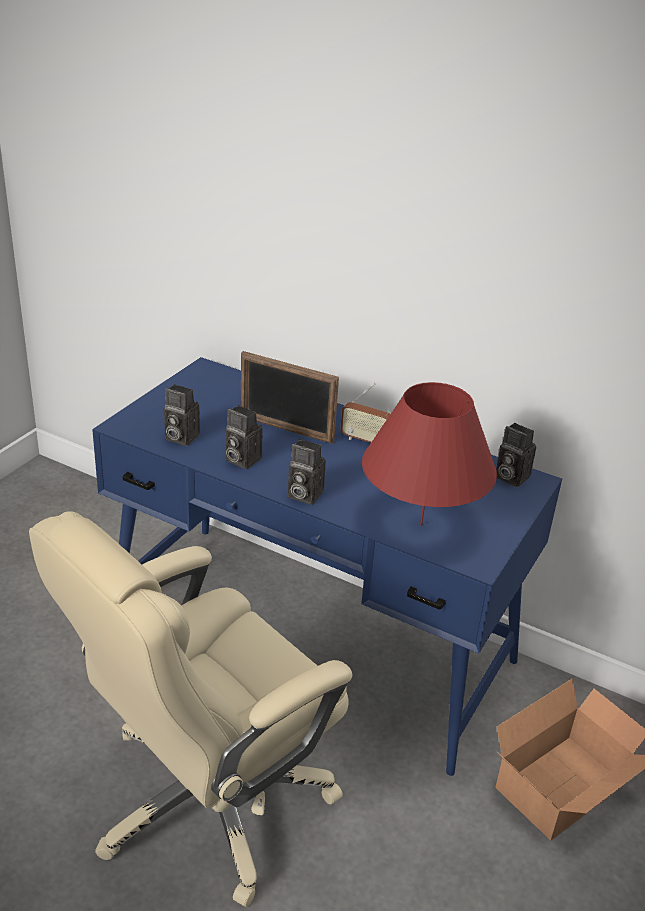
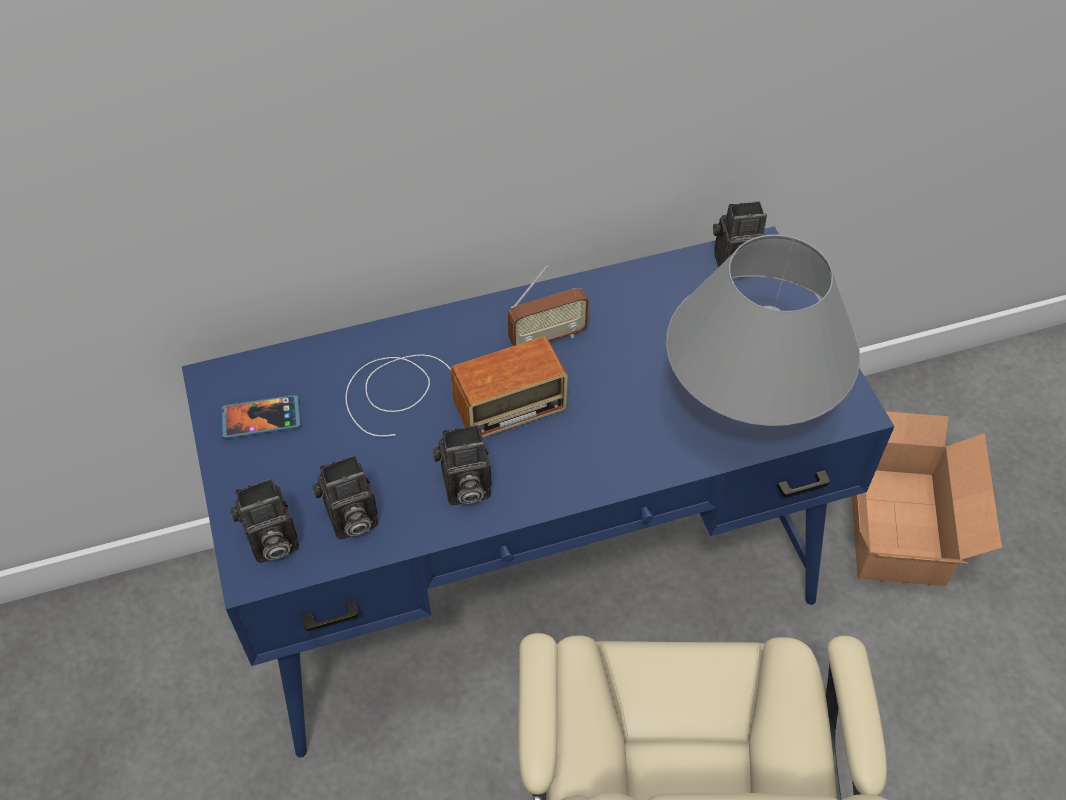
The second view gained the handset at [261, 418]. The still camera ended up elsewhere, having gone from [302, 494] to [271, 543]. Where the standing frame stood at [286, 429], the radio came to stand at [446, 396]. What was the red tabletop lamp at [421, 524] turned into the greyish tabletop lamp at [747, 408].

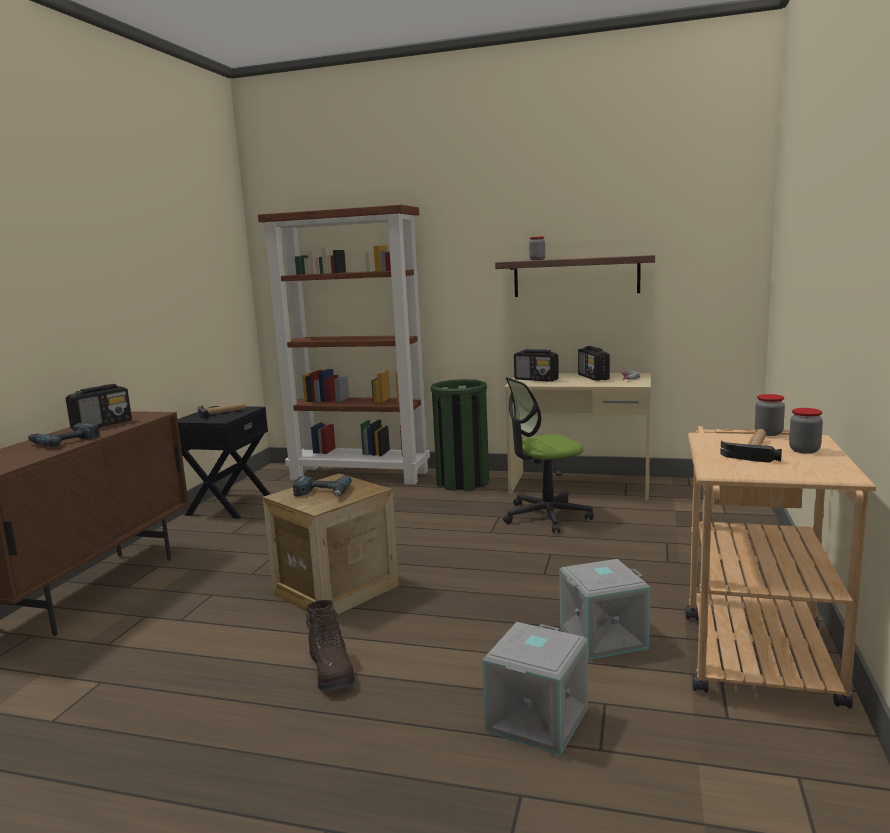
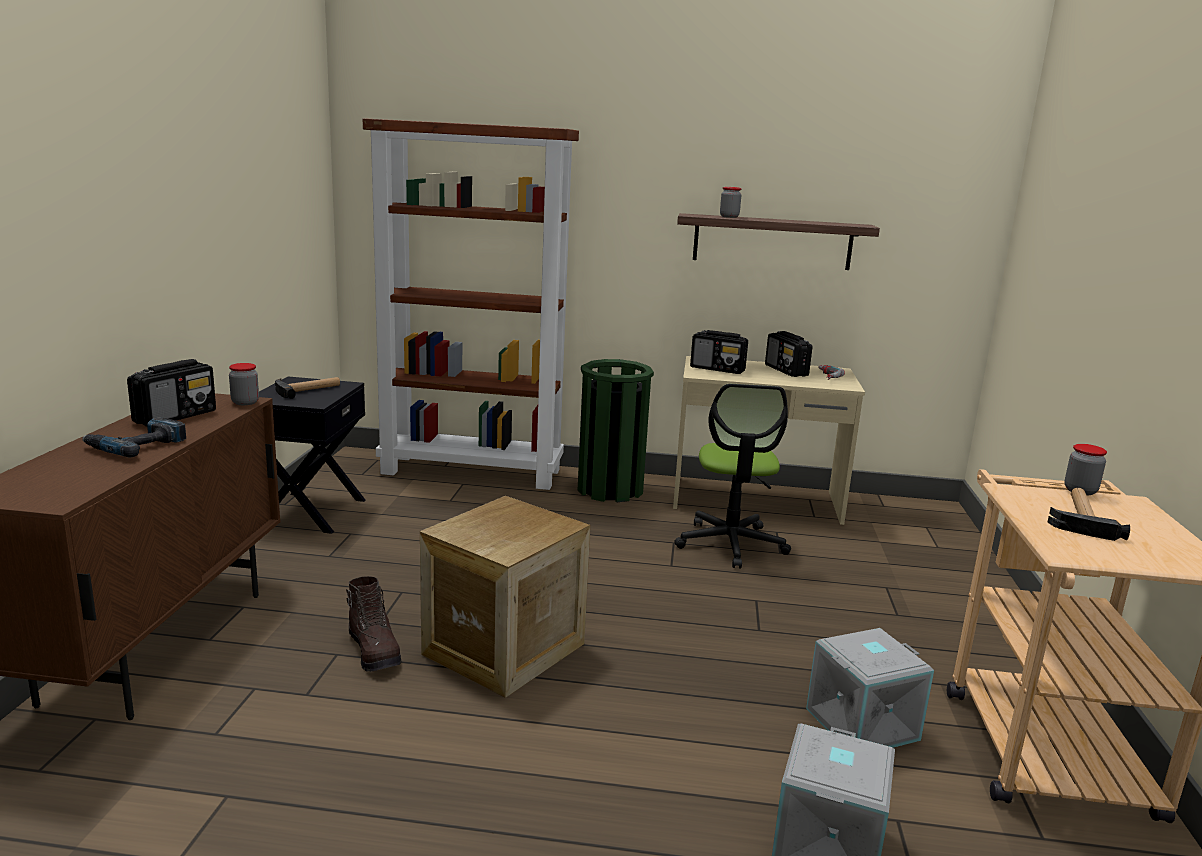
The storage jar ended up elsewhere, having gone from [804, 450] to [245, 402]. The brownish tall boot ended up elsewhere, having gone from [331, 672] to [374, 651]. The office chair at [546, 516] ended up facing another way, 60 degrees counterclockwise from before. The second view lost the power drill at [322, 493].

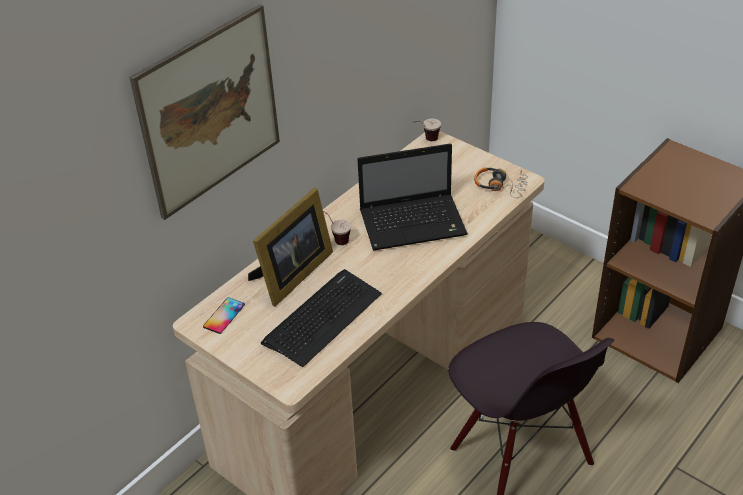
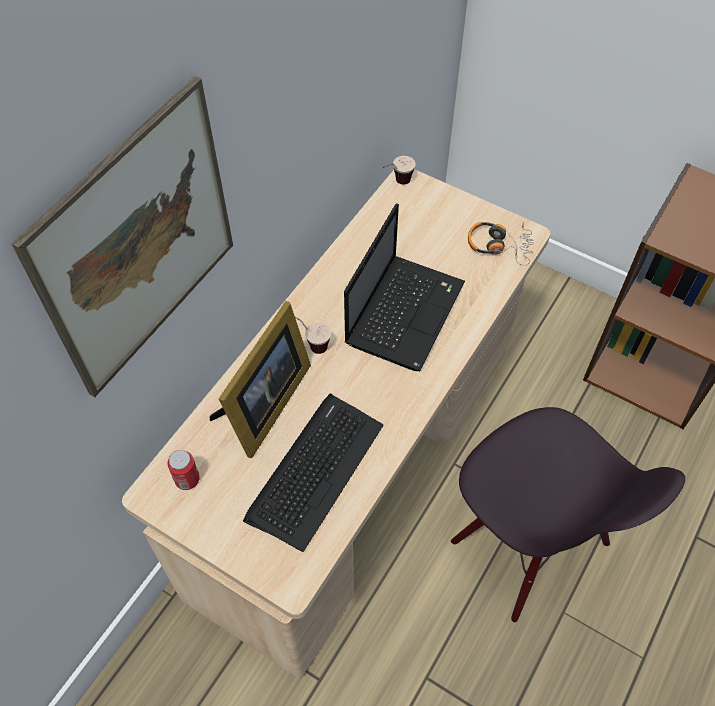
Where the handset stood at [224, 315], the sealed can came to stand at [187, 479]. The portable computer at [414, 223] ended up facing another way, 45 degrees counterclockwise from before.

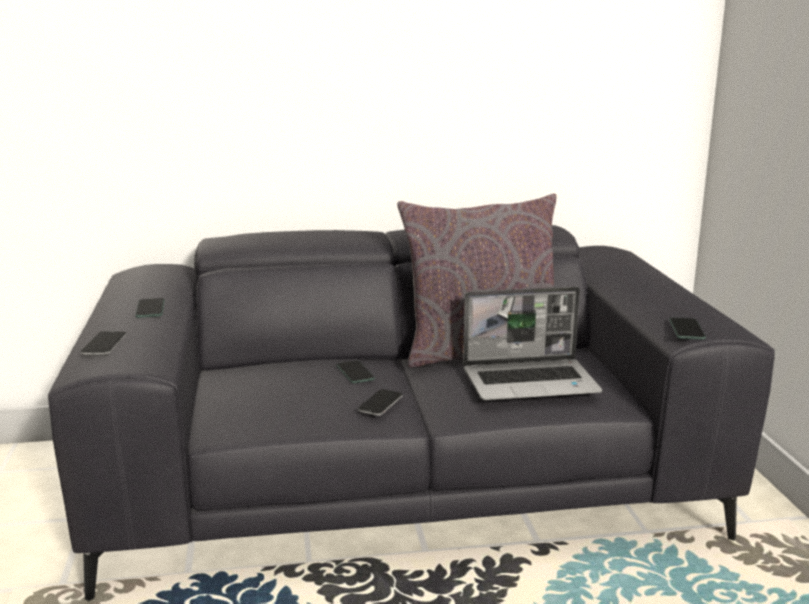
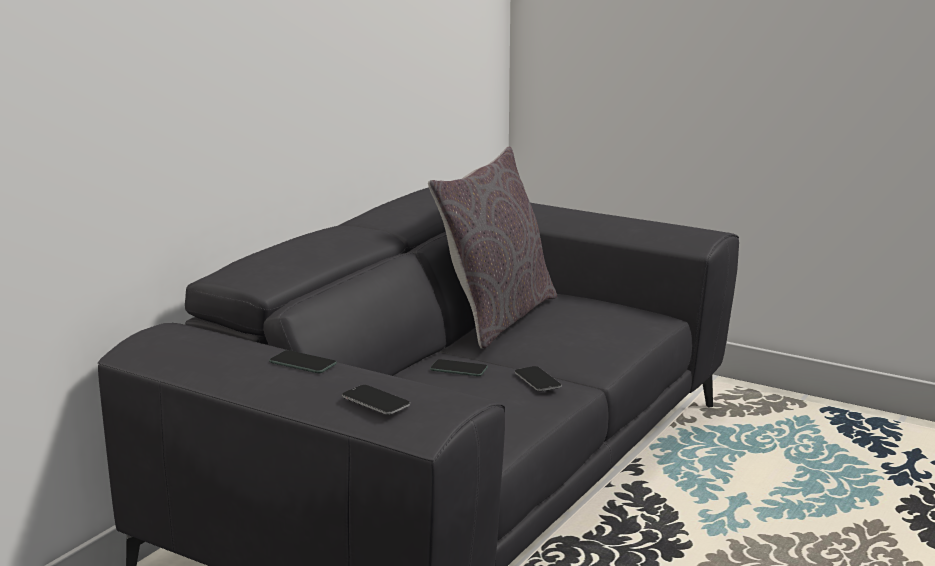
The second view lost the portable computer at [531, 382]. The second view lost the handset at [686, 329].

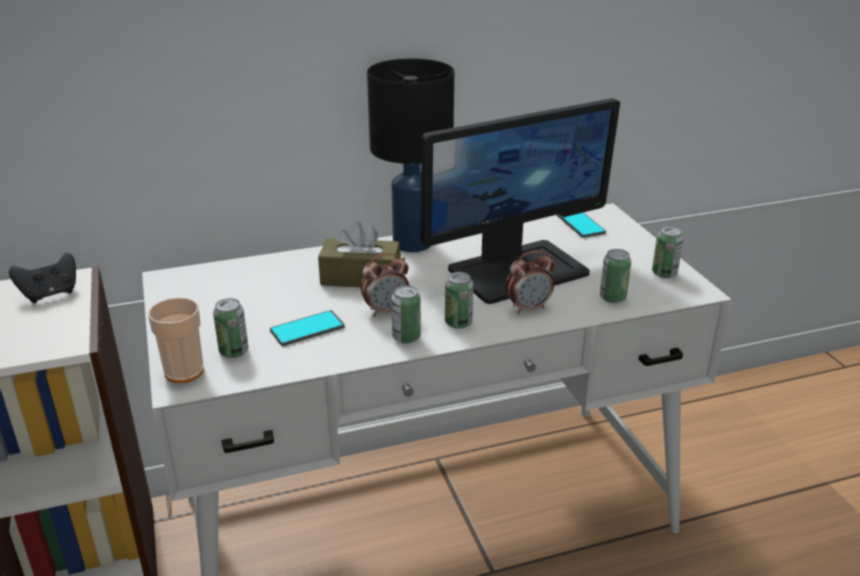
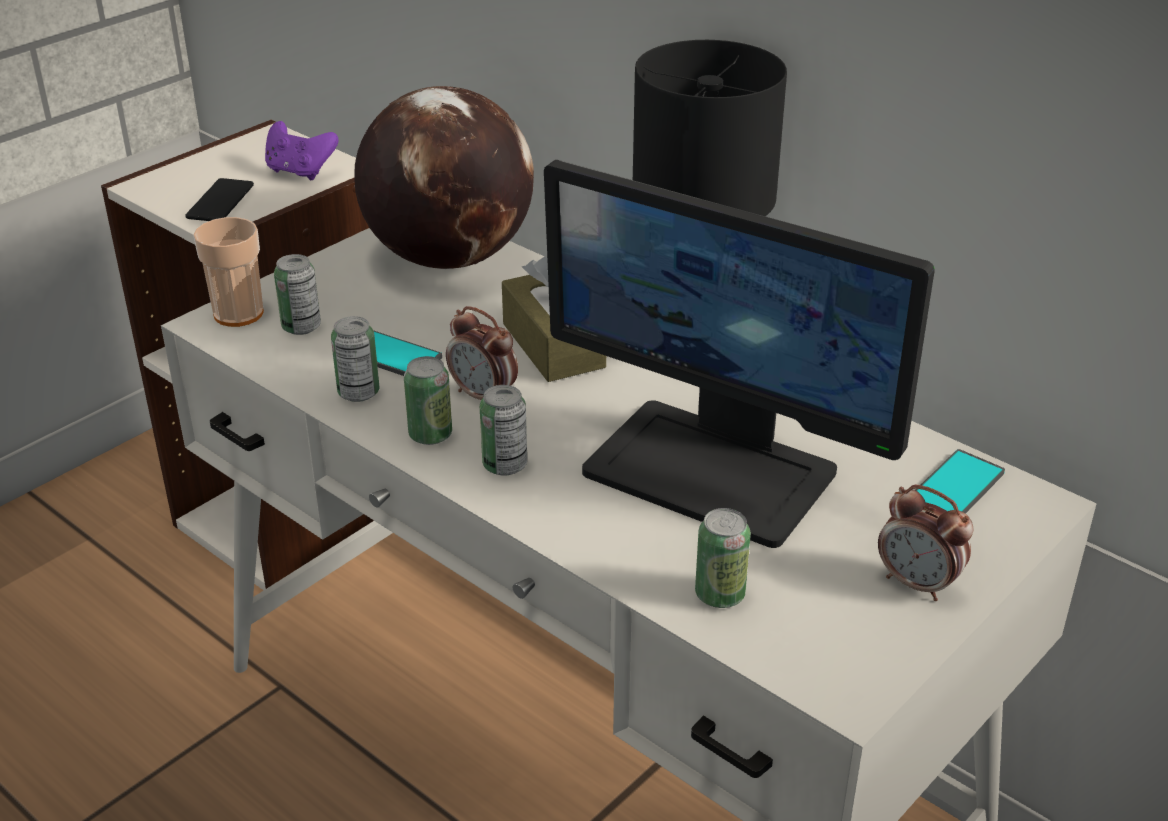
The second view gained the handset at [220, 202]. What was the black gamepad at [50, 294] turned into the purple gamepad at [300, 172]. The sealed can ended up elsewhere, having gone from [664, 273] to [358, 392]. The second view gained the desk globe at [448, 258]. The table clock ended up elsewhere, having gone from [528, 308] to [918, 584].

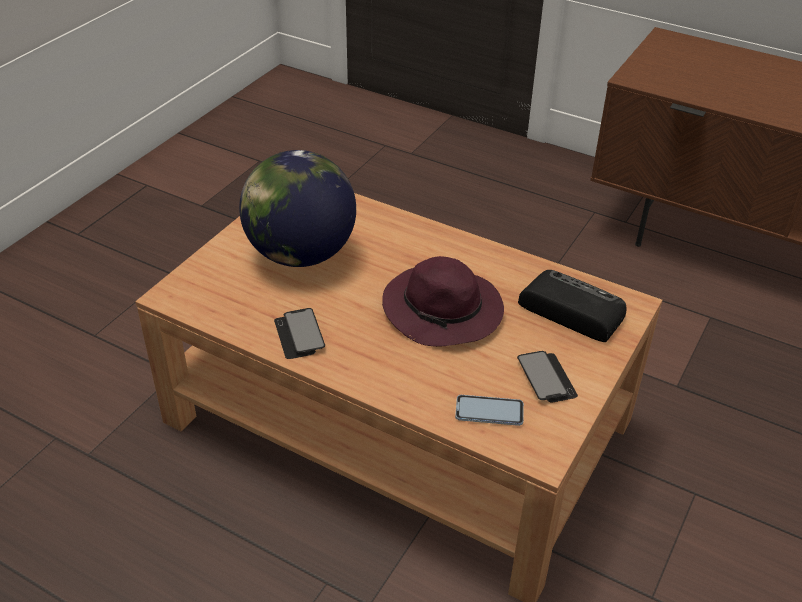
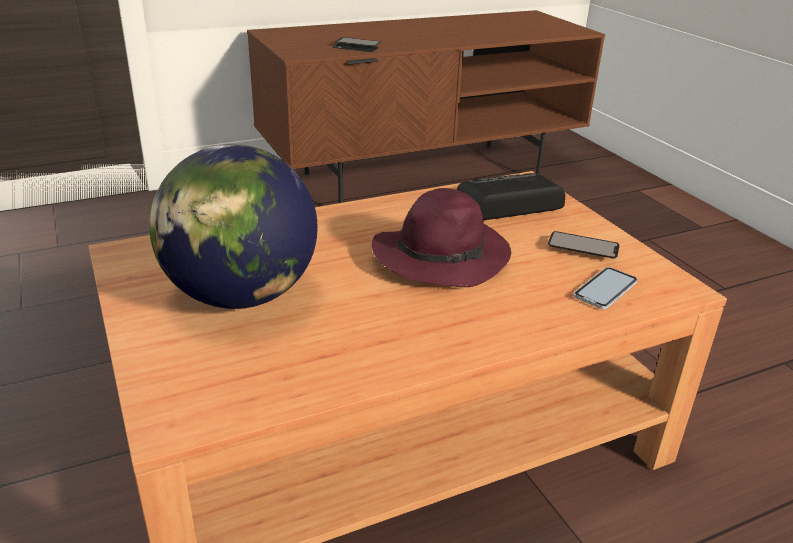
The handset ended up elsewhere, having gone from [299, 335] to [357, 46].

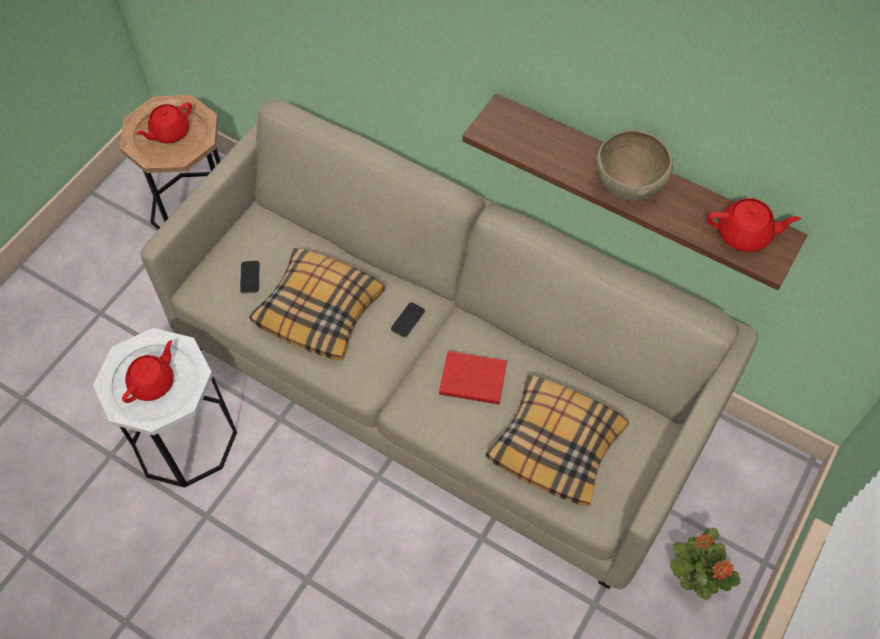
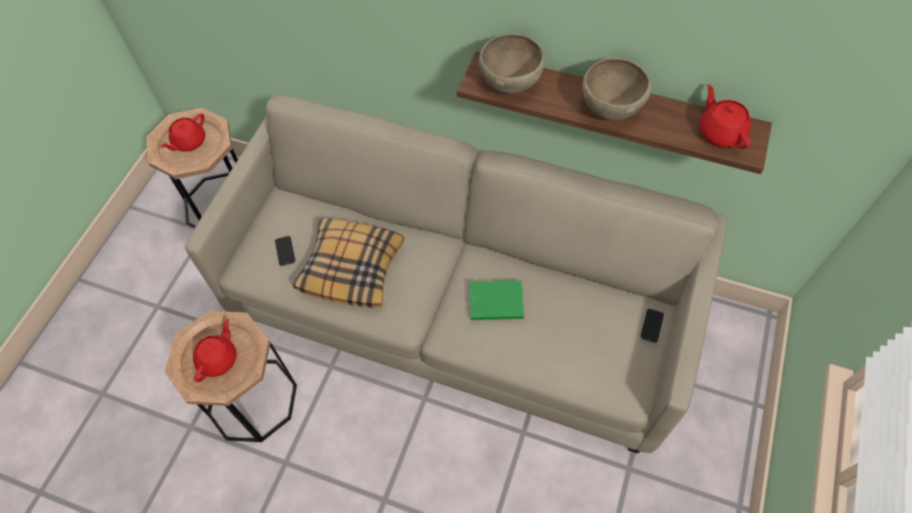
What was the whitish side table at [184, 438] turned into the brownish side table at [252, 399]. What was the red bound book at [471, 378] turned into the green-coloured bound book at [494, 300]. The second view gained the brownish serving bowl at [510, 84]. The handset ended up elsewhere, having gone from [408, 320] to [651, 326]. The red pot for tea at [744, 235] ended up facing another way, 105 degrees counterclockwise from before. The second view lost the cushion at [556, 445]. The second view lost the houseplant at [695, 577].

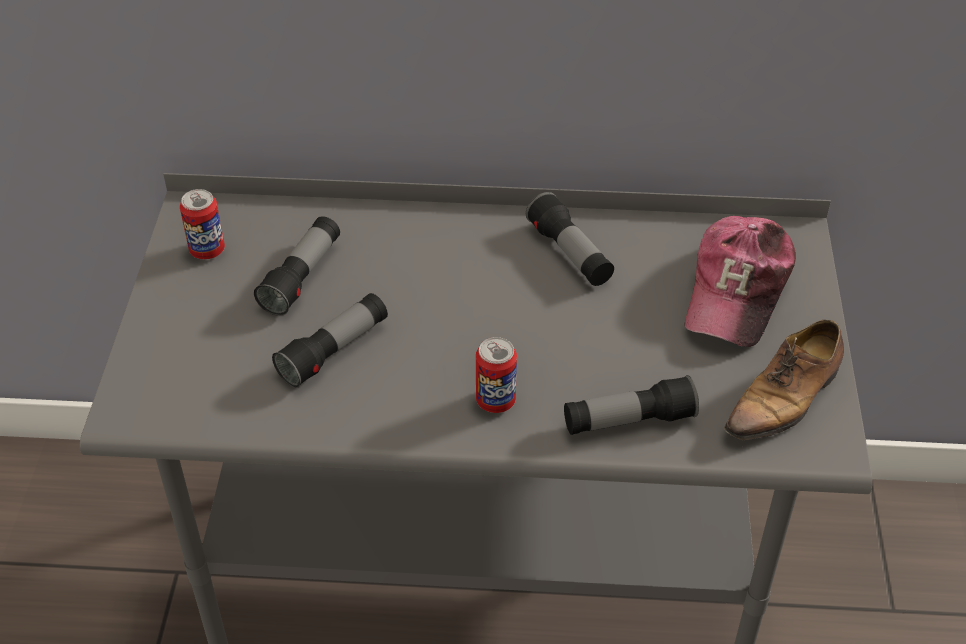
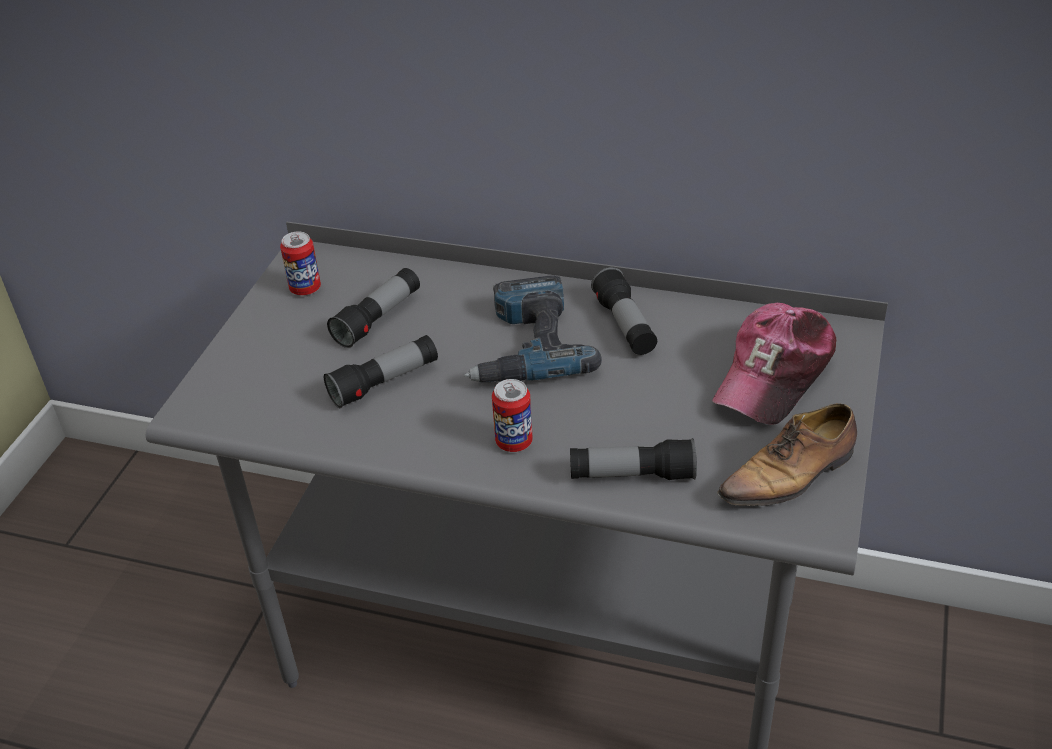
The second view gained the power drill at [525, 346].

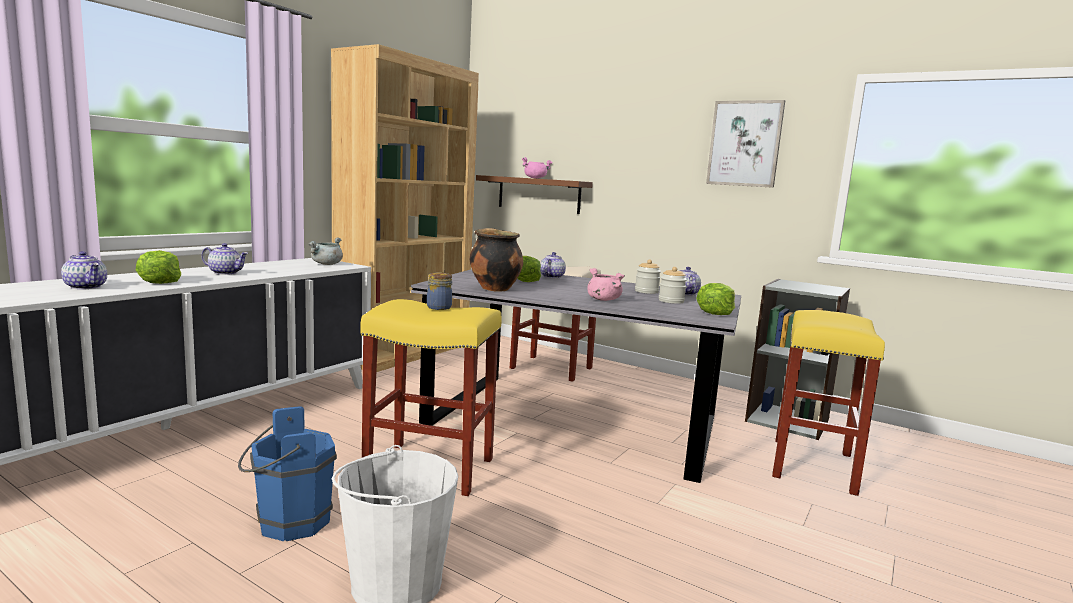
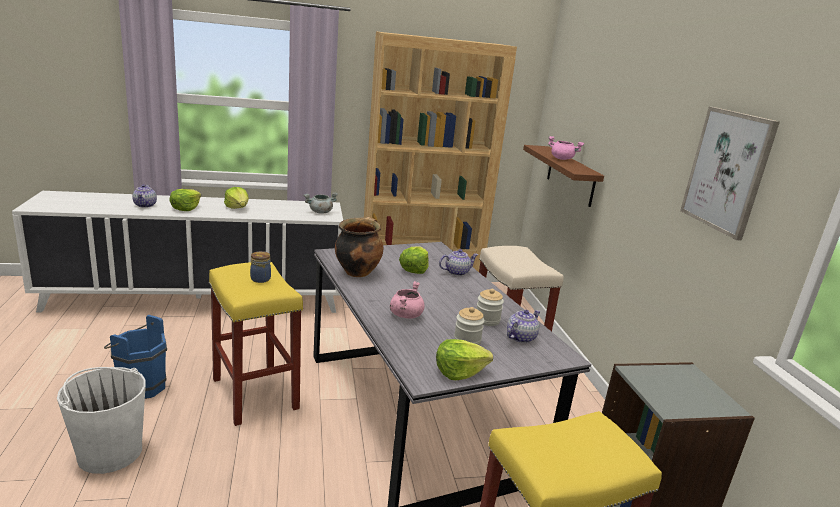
Where the pot for tea stood at [226, 273], the lettuce came to stand at [237, 208].

